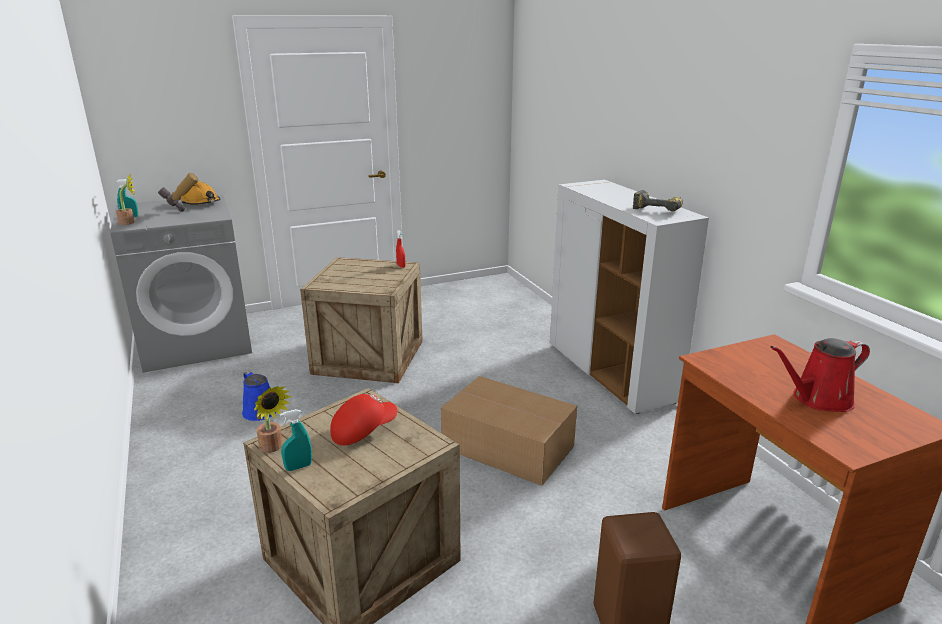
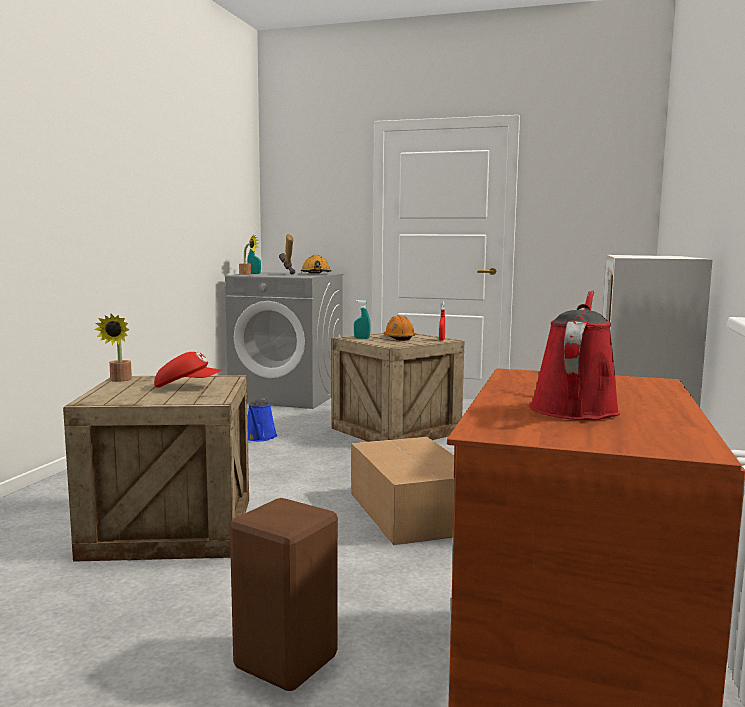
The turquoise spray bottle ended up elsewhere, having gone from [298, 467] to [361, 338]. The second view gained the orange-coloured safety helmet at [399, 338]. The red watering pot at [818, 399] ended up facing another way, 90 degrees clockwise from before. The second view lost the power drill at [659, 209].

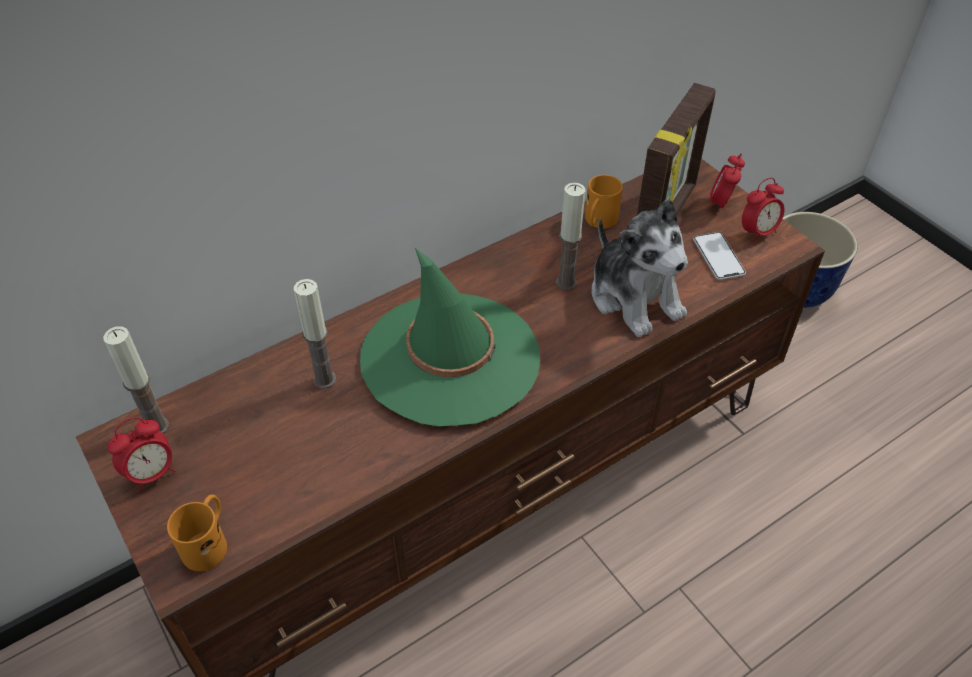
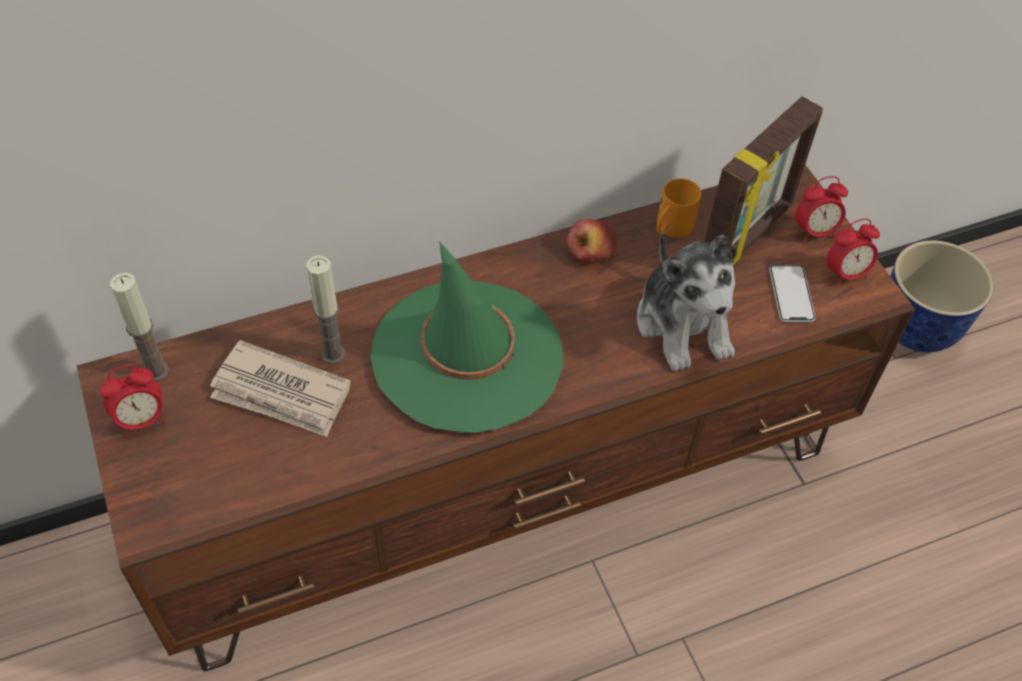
The second view gained the printed paper at [281, 393]. The second view gained the apple at [590, 250]. The table clock at [720, 204] ended up facing another way, 135 degrees counterclockwise from before. The second view lost the orange-coloured mug at [208, 541]. The second view lost the wax candle at [566, 283].

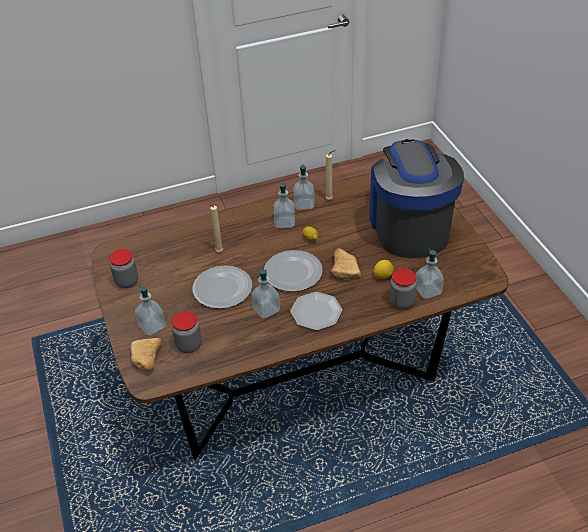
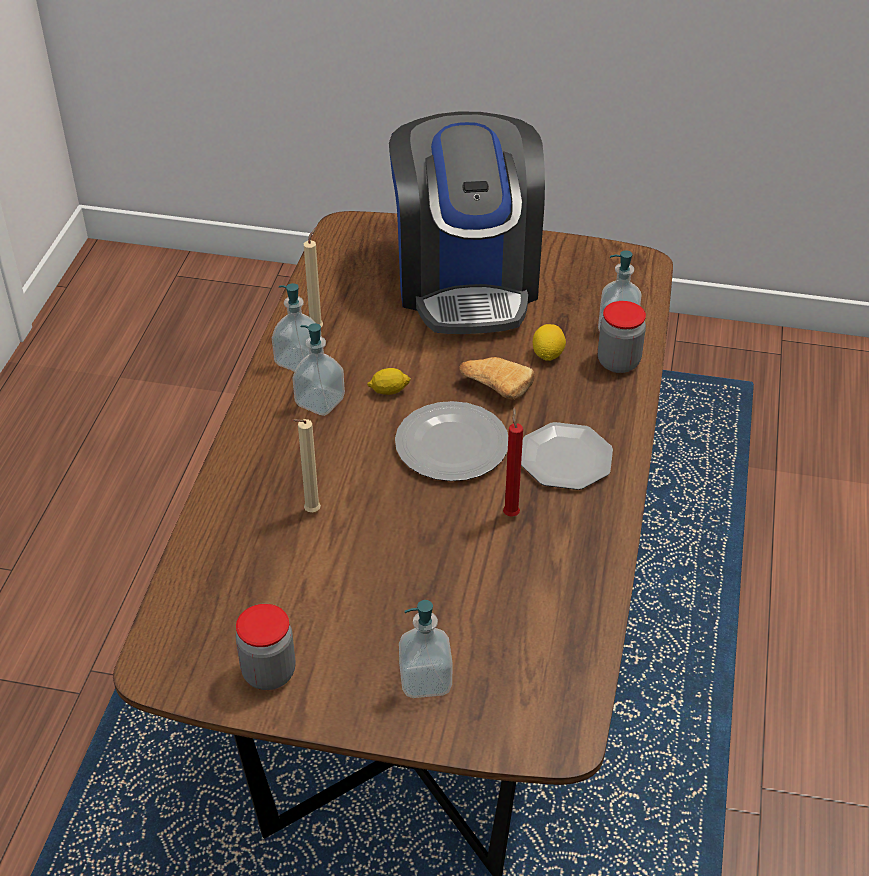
The coffee machine at [409, 227] ended up facing another way, 120 degrees counterclockwise from before. Where the soap bottle stood at [266, 310], the red wax candle came to stand at [511, 513]. The second view lost the bread at [146, 360]. The second view lost the storage jar at [189, 345]. The second view lost the flat dish at [221, 289].

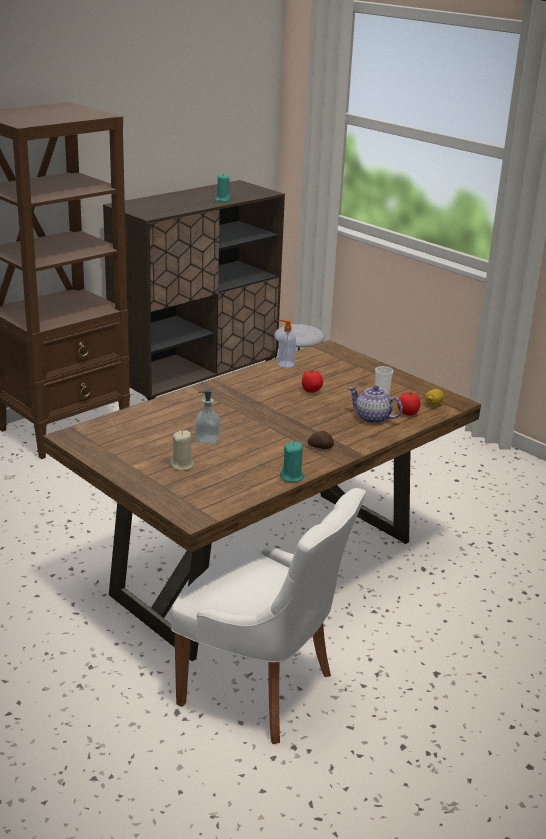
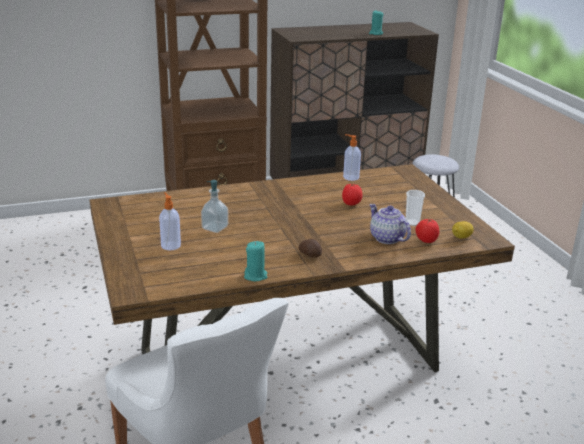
Where the sand-coloured wax candle stood at [182, 465], the soap bottle came to stand at [170, 245].

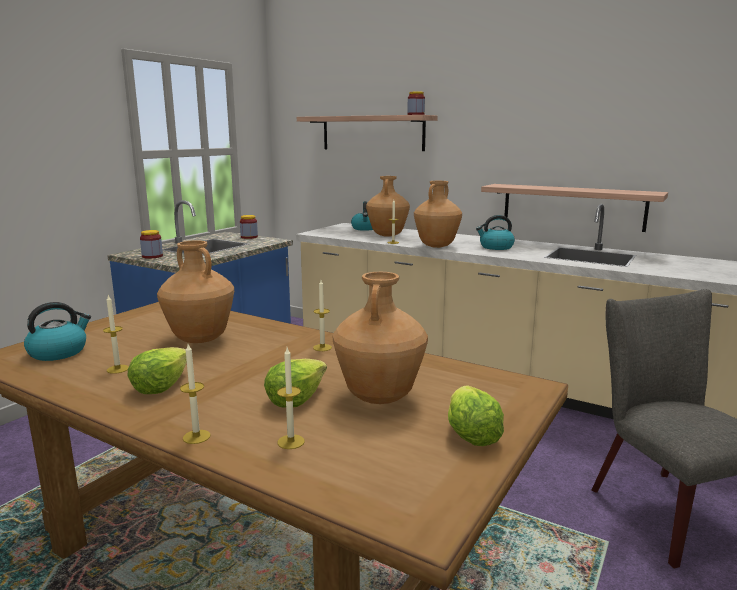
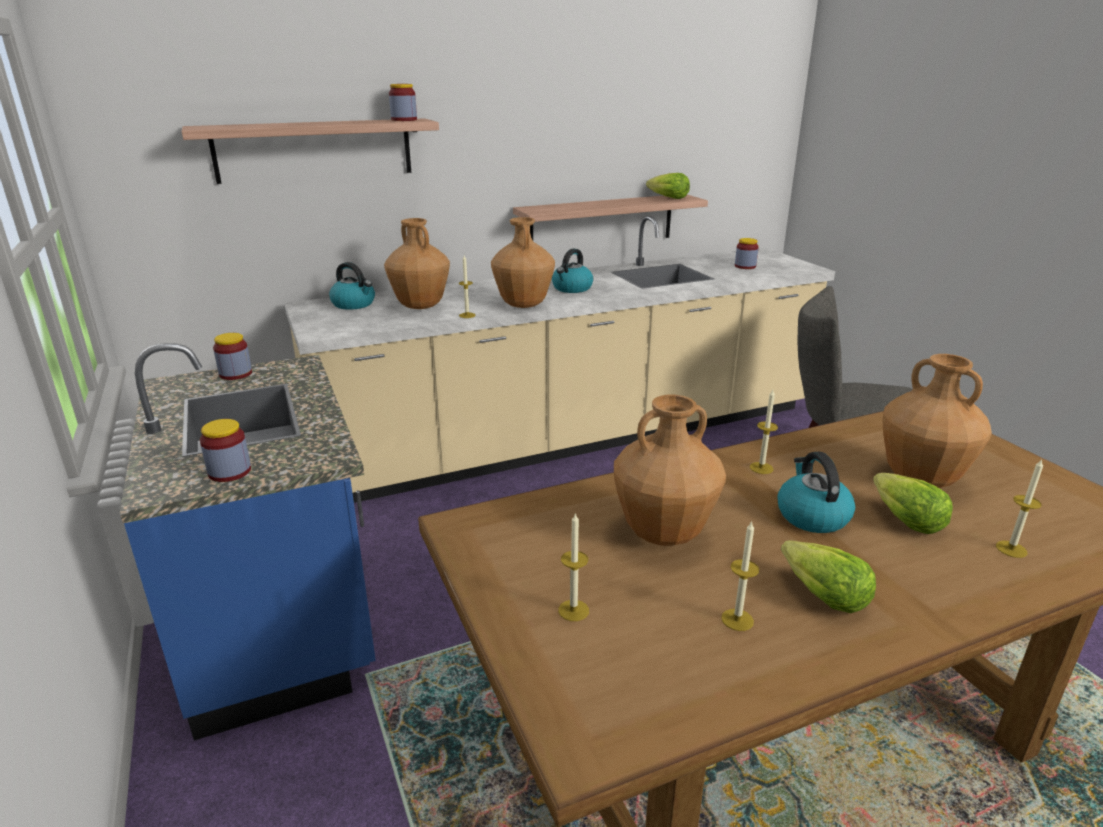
The wax candle ended up elsewhere, having gone from [196, 437] to [573, 610]. The lettuce ended up elsewhere, having gone from [471, 433] to [668, 198]. The second view gained the storage jar at [745, 266]. The kettle ended up elsewhere, having gone from [59, 352] to [811, 515].

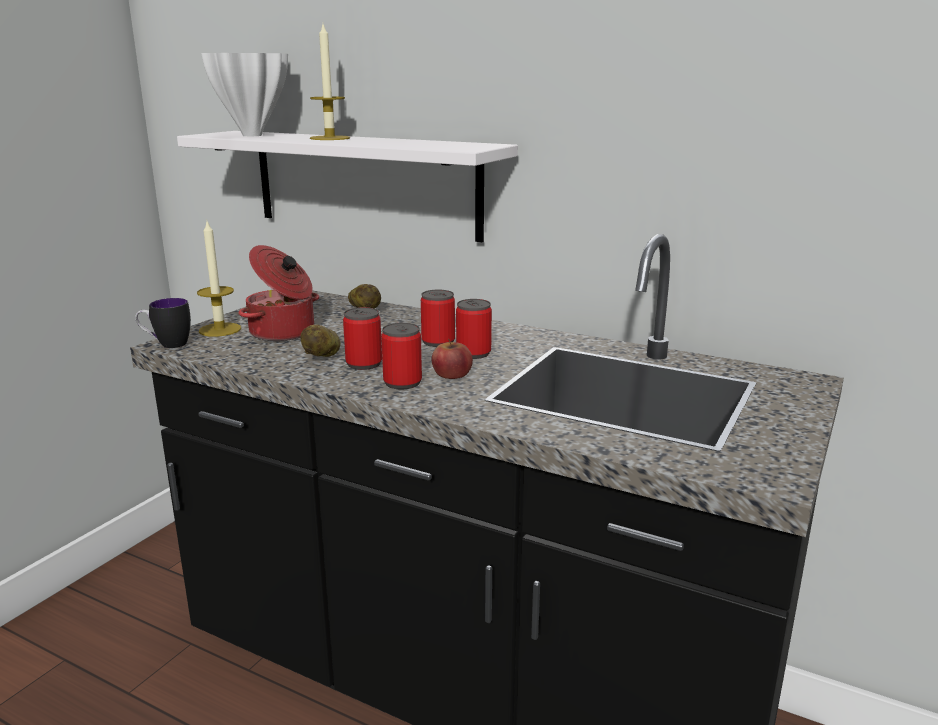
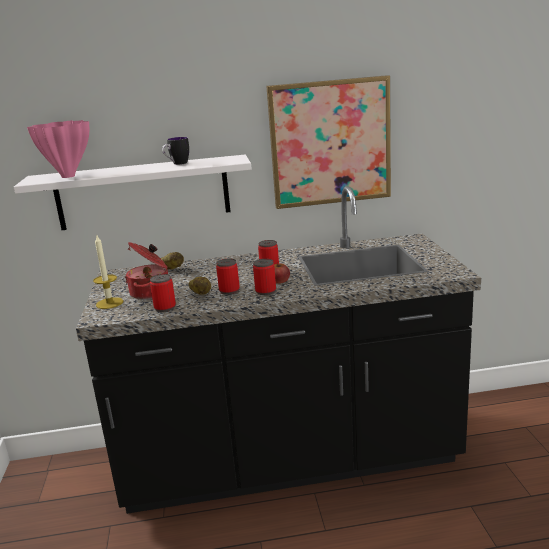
What was the whitish vase at [253, 135] turned into the pinkish vase at [68, 176]. The sealed can ended up elsewhere, having gone from [438, 342] to [165, 308]. The mug ended up elsewhere, having gone from [166, 344] to [177, 164]. The second view gained the picture at [330, 142]. The second view lost the wax candle at [330, 138].

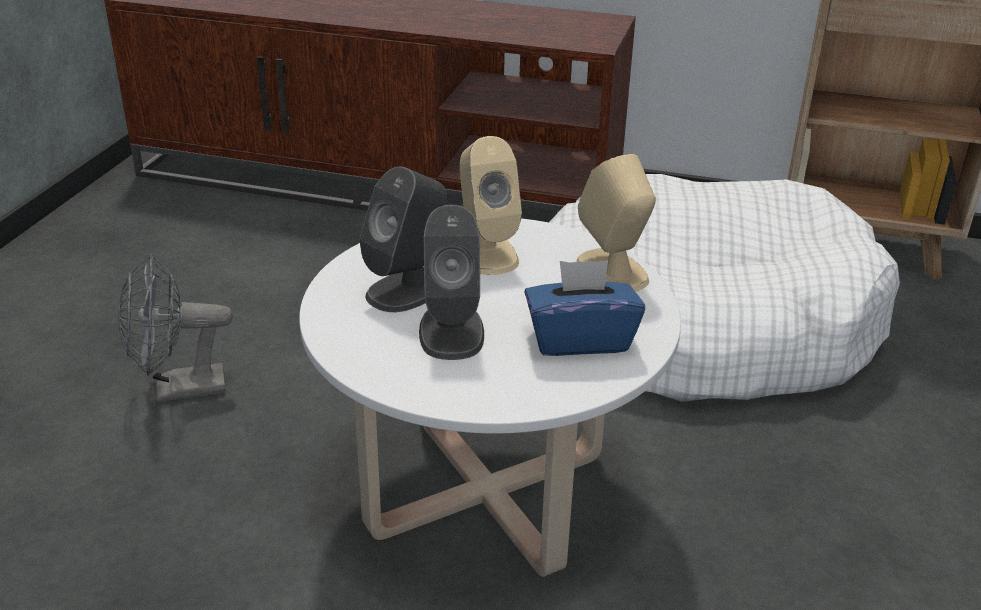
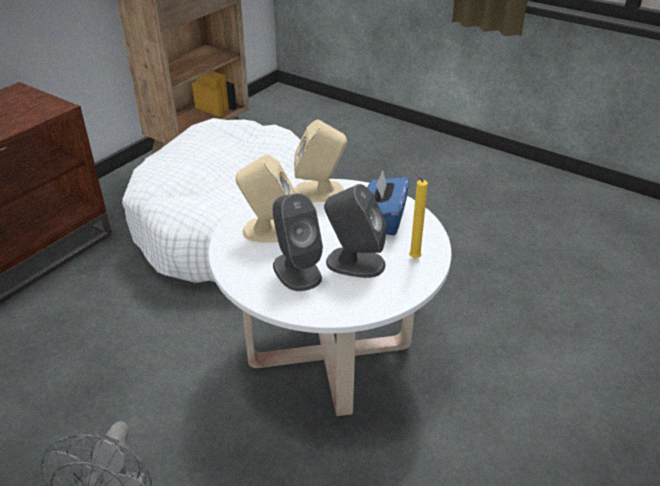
The second view gained the yellow wax candle at [413, 257].

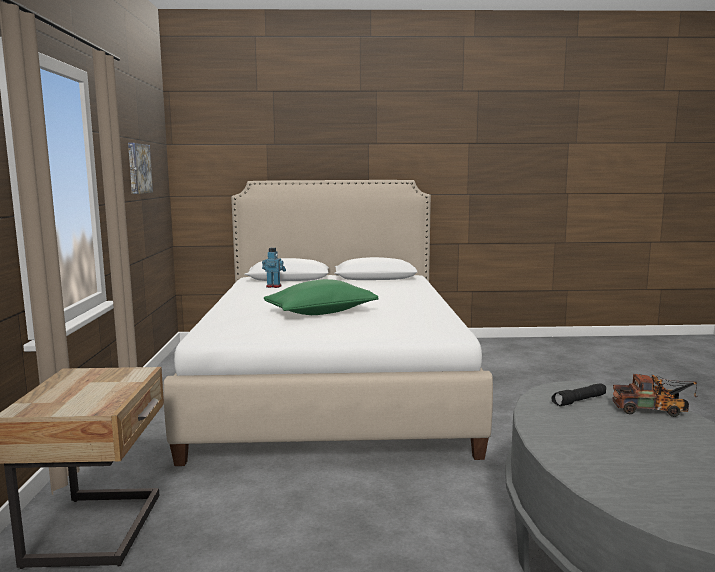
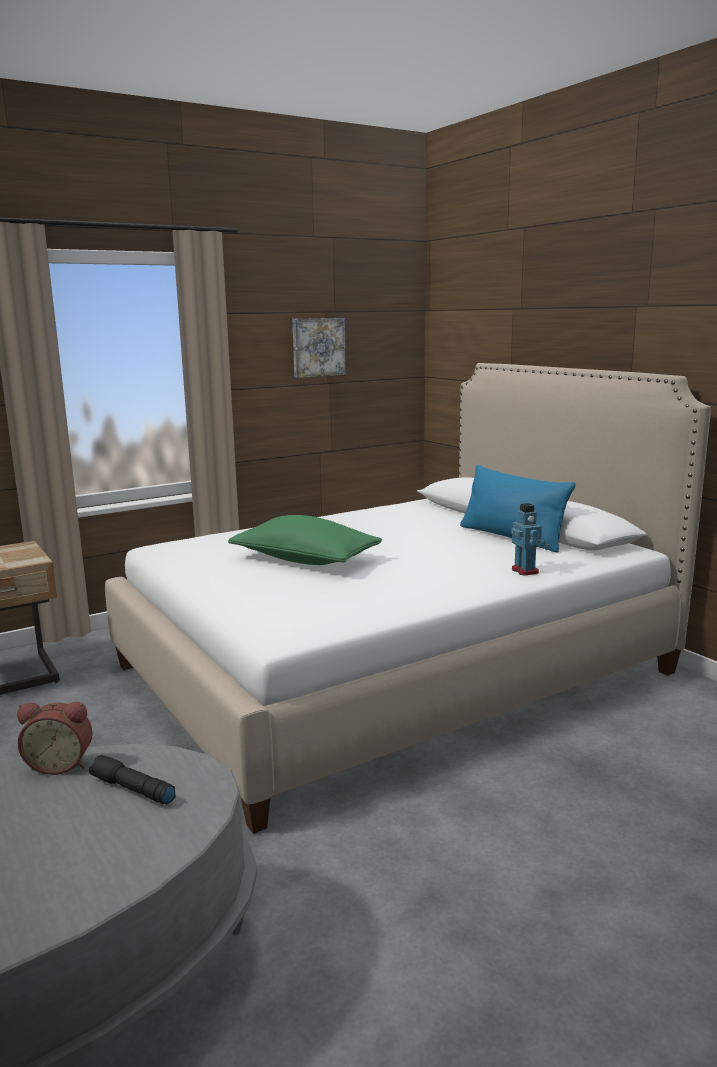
The second view gained the table clock at [60, 764]. The second view gained the blue cushion at [511, 537]. The model robot ended up elsewhere, having gone from [274, 286] to [525, 571]. The second view lost the toy truck at [653, 410].

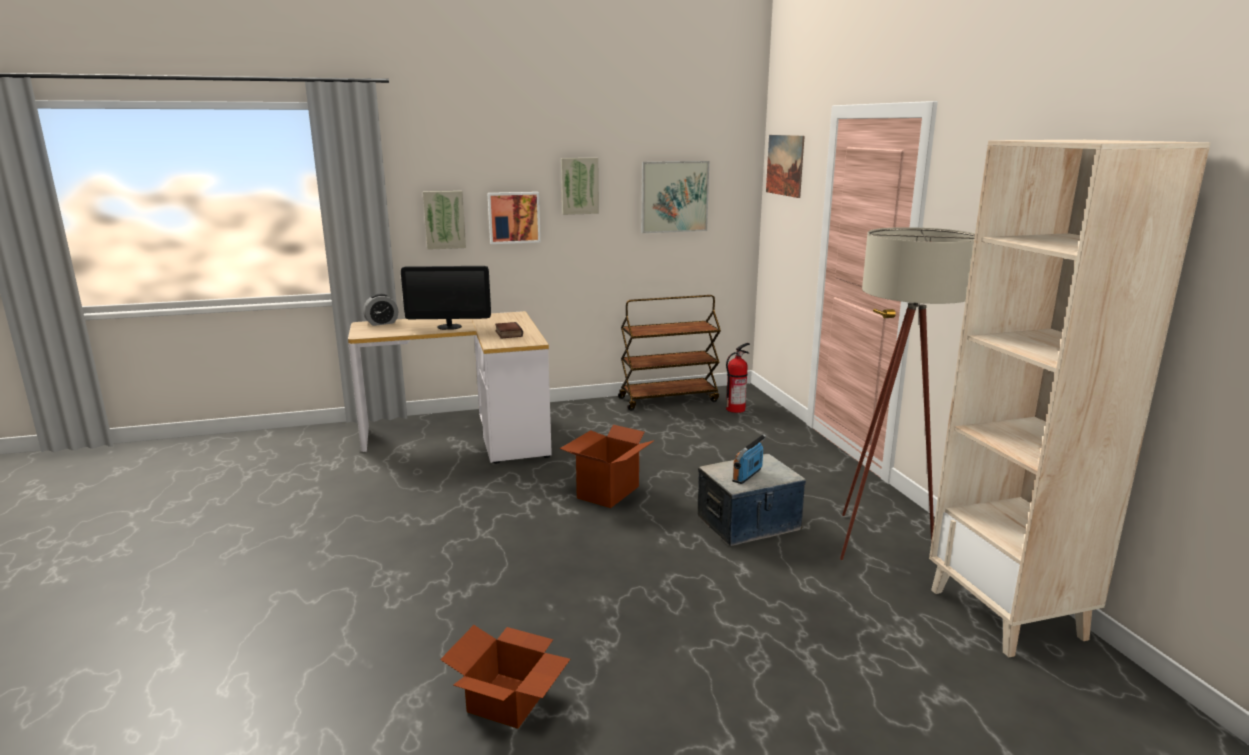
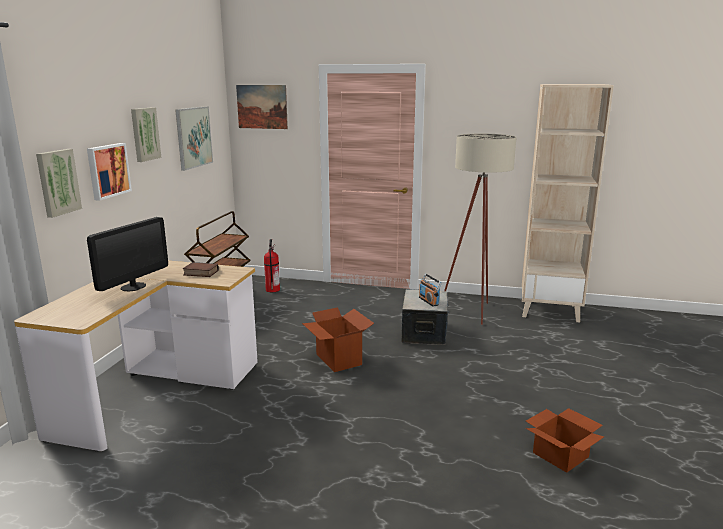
The second view lost the table clock at [382, 323].

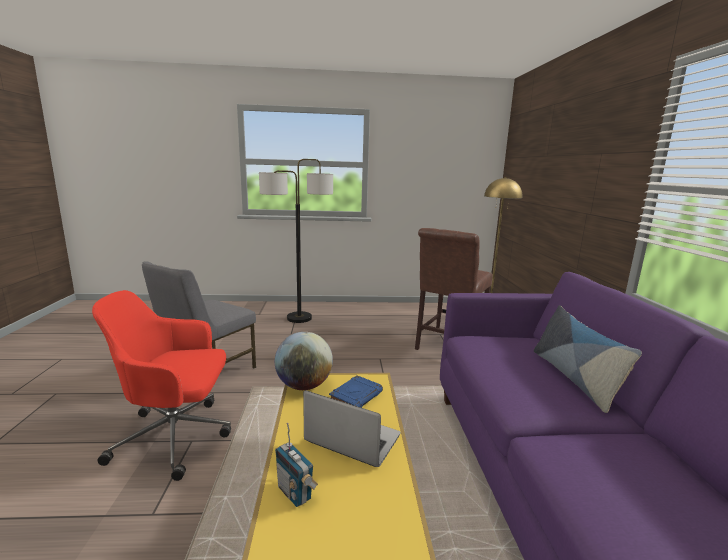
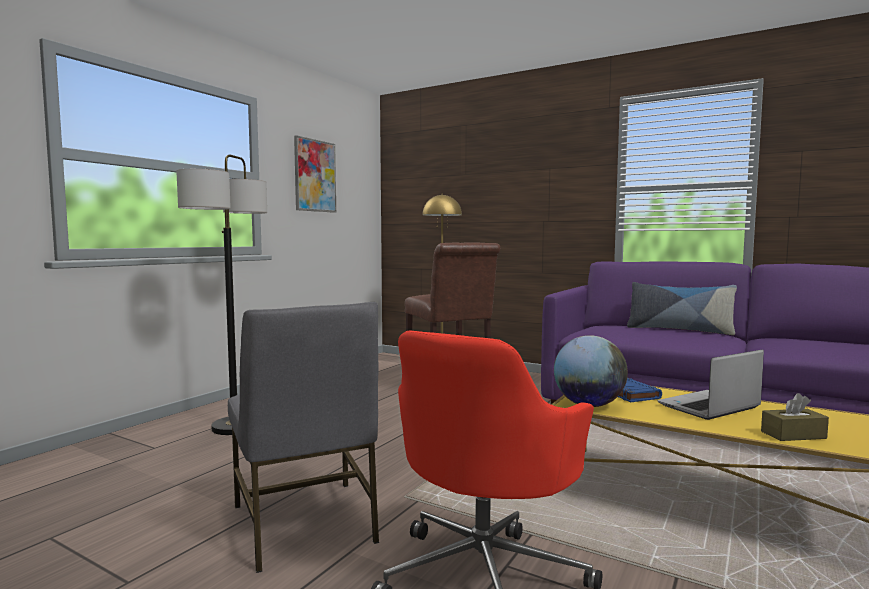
The second view gained the picture at [315, 176]. Where the radio stood at [295, 493], the brownish tissue box came to stand at [793, 435].

